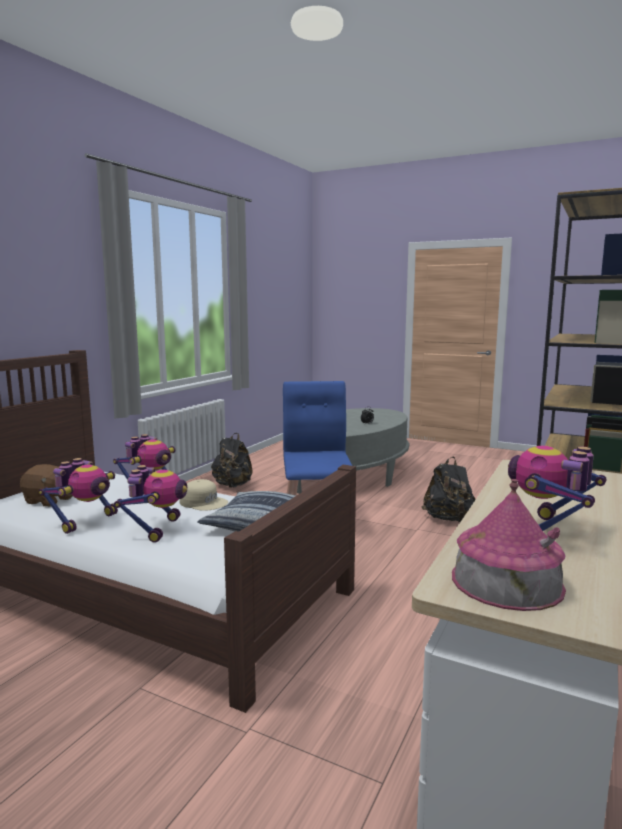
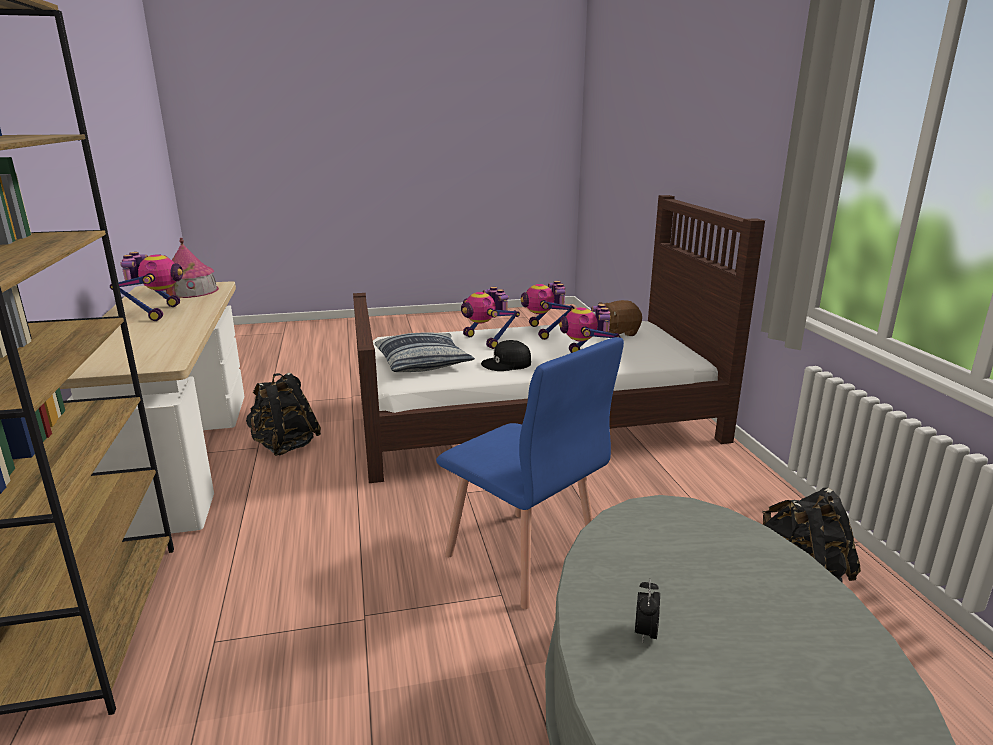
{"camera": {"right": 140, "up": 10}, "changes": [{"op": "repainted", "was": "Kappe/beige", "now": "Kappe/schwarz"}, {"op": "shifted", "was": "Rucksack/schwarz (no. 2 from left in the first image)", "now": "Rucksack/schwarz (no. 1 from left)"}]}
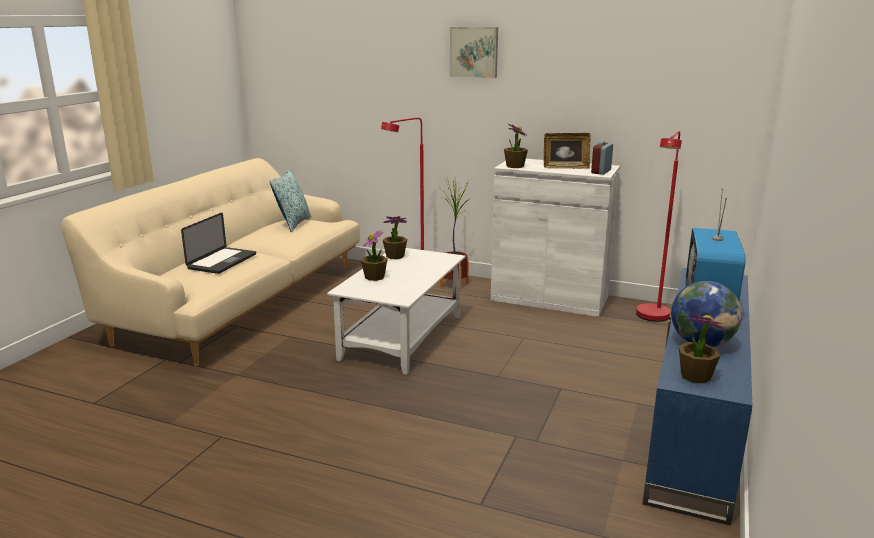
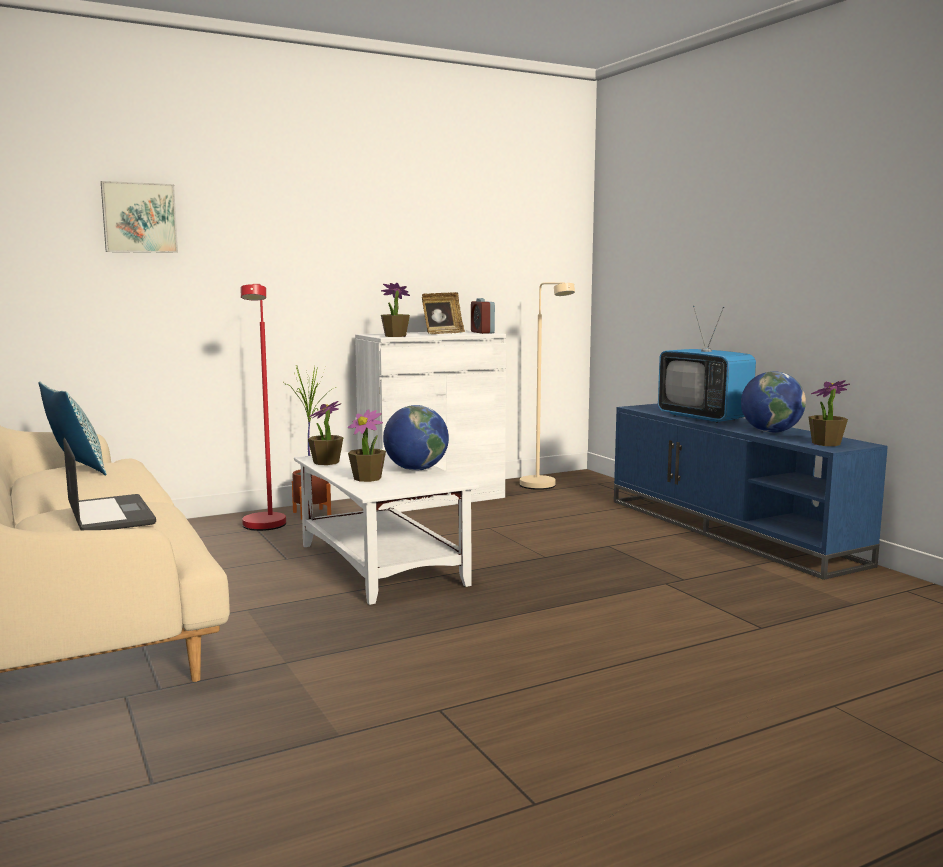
{"camera": {"right": -50, "up": -10}, "changes": [{"op": "shifted", "was": "Bild"}, {"op": "repainted", "was": "Stehlampe/rot (no. 2 from left)", "now": "Stehlampe/beige"}, {"op": "new", "now": "Globus (no. 1 from left)"}]}
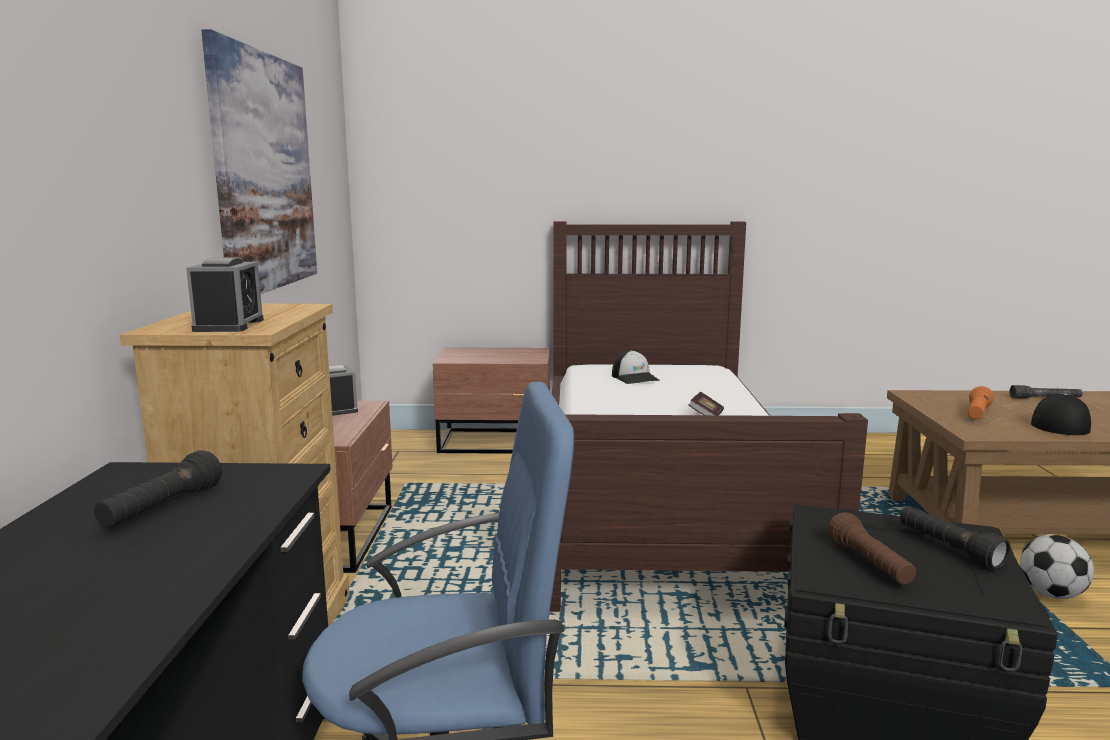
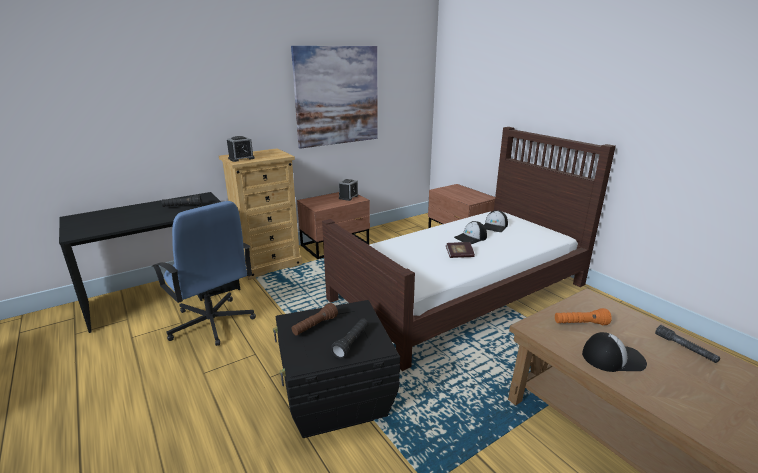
{"camera": {"right": 55, "up": 10}, "changes": [{"op": "gone", "was": "Fußball"}, {"op": "new", "now": "Kappe (no. 1 from left)"}]}
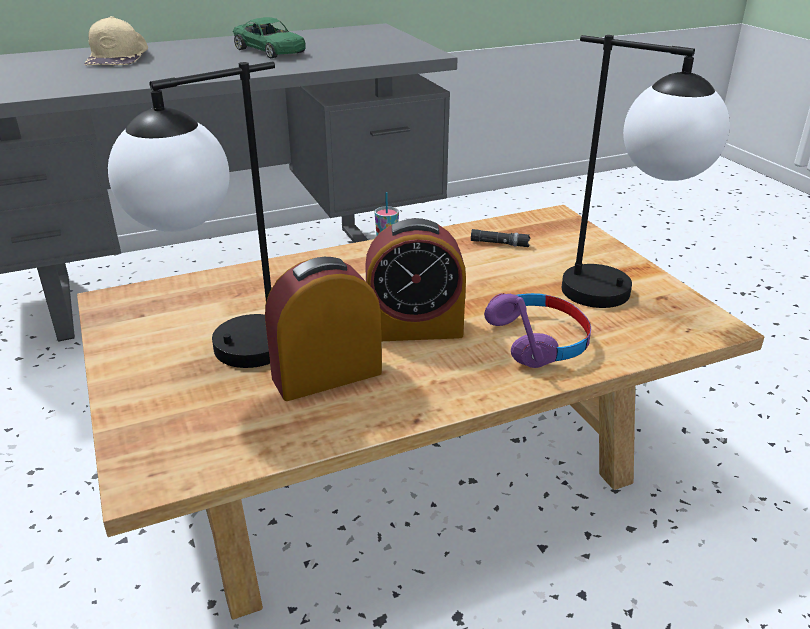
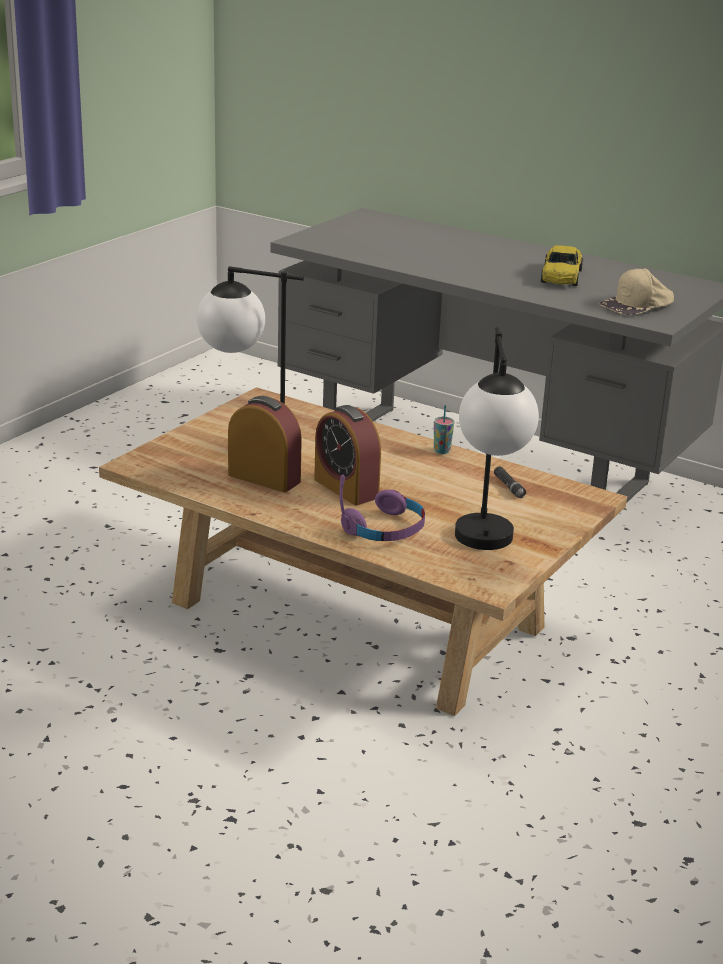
{"camera": {"right": 55, "up": -5}, "changes": [{"op": "shifted", "was": "Kappe/beige"}, {"op": "repainted", "was": "Spielzeugauto/grün", "now": "Spielzeugauto/gelb"}]}
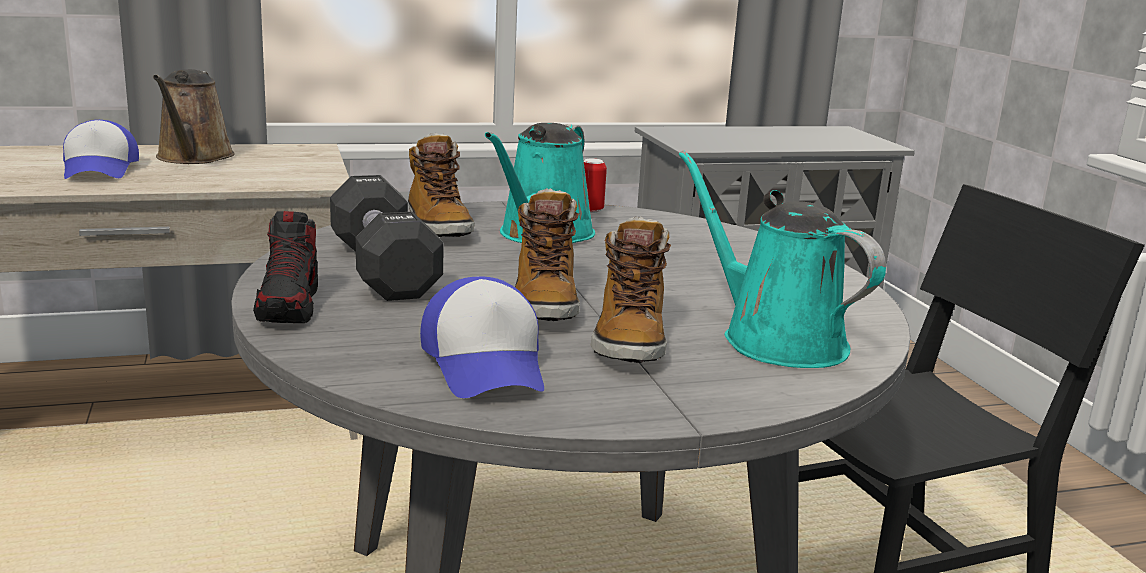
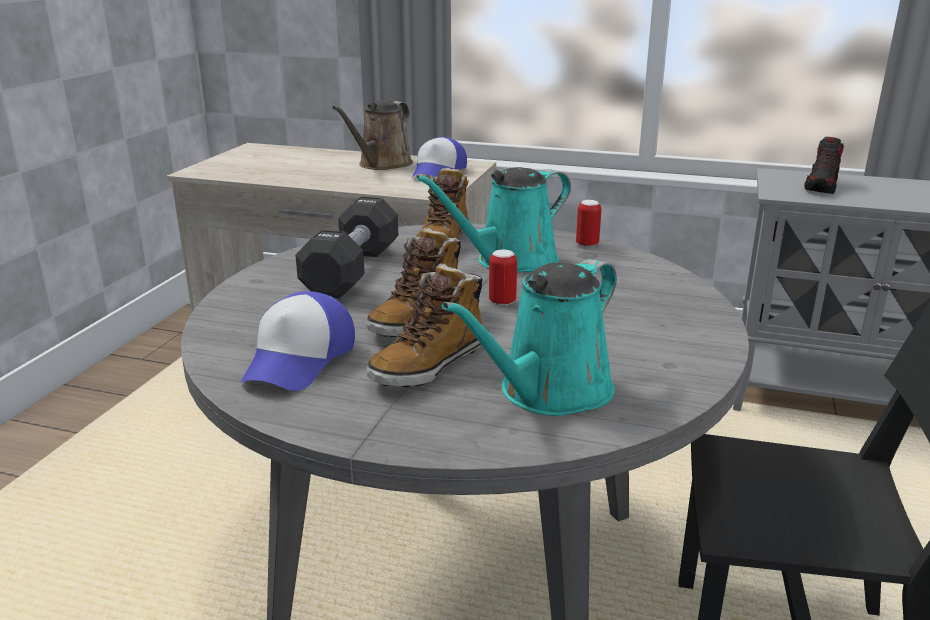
{"camera": {"right": 35, "up": 5}, "changes": [{"op": "shifted", "was": "Kappe (no. 1 from left in the first image)", "now": "Kappe (no. 2 from left)"}, {"op": "shifted", "was": "Schuh"}, {"op": "rotated", "was": "Gießkanne/türkis (no. 2 from left)", "clockwise": -135}, {"op": "new", "now": "Dose (no. 1 from left)"}]}
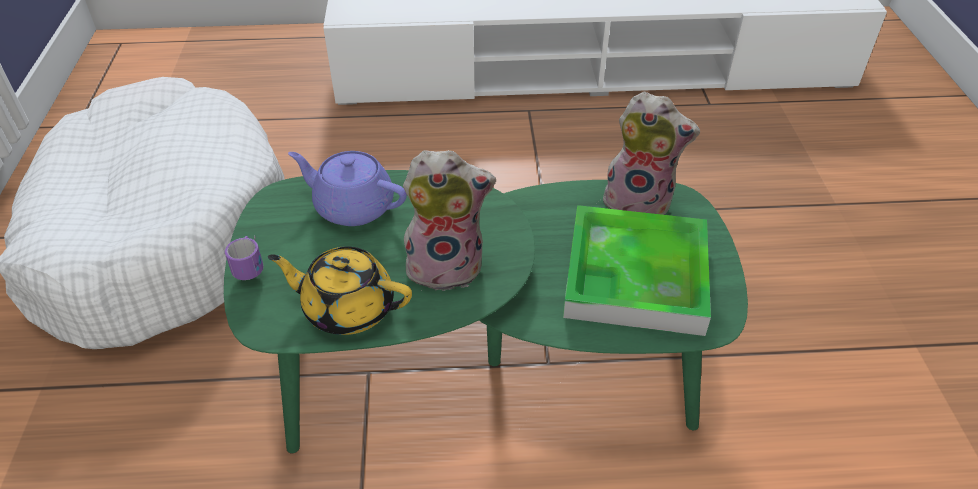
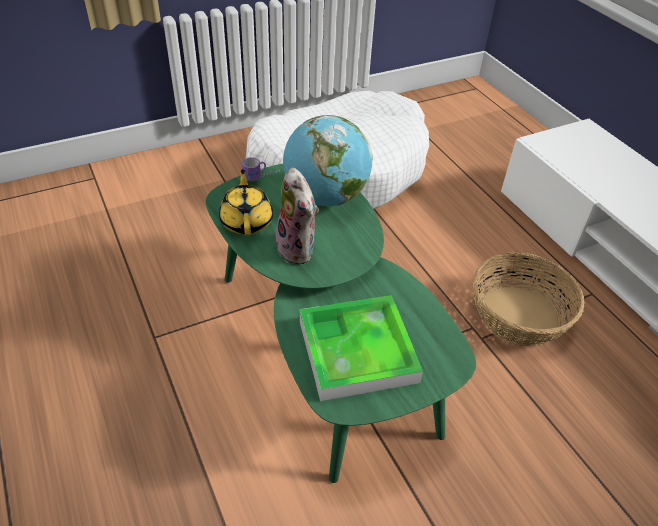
{"camera": {"right": 65, "up": 0}, "changes": [{"op": "swapped", "was": "Teekanne/lila", "now": "Globus"}, {"op": "gone", "was": "Plüschtier (no. 2 from left)"}, {"op": "new", "now": "Korb"}]}
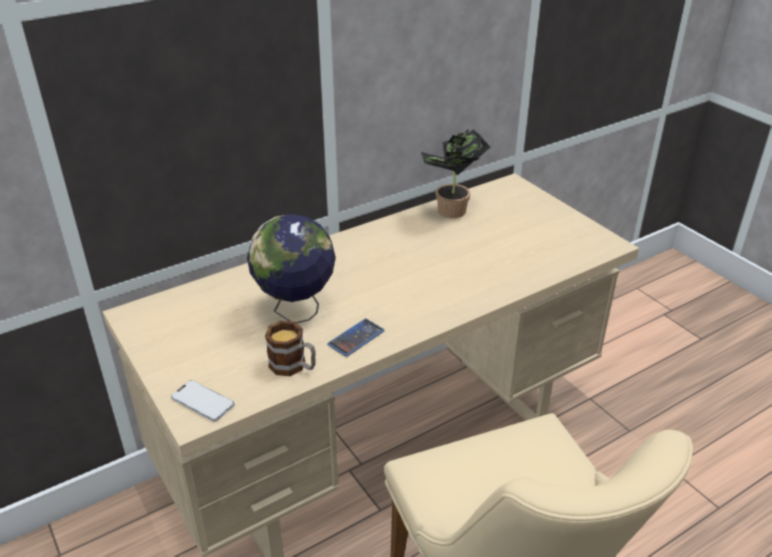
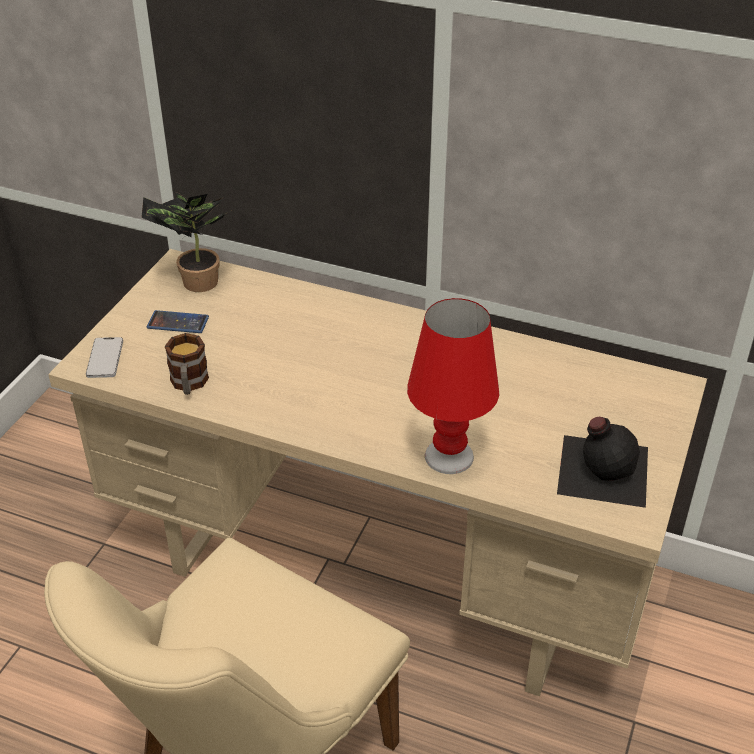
{"camera": {"right": 55, "up": 5}, "changes": [{"op": "gone", "was": "Globus"}, {"op": "shifted", "was": "Handy (no. 2 from left)"}, {"op": "shifted", "was": "Topfpflanze"}, {"op": "new", "now": "Tischlampe/rot"}, {"op": "new", "now": "Flasche/schwarz"}]}
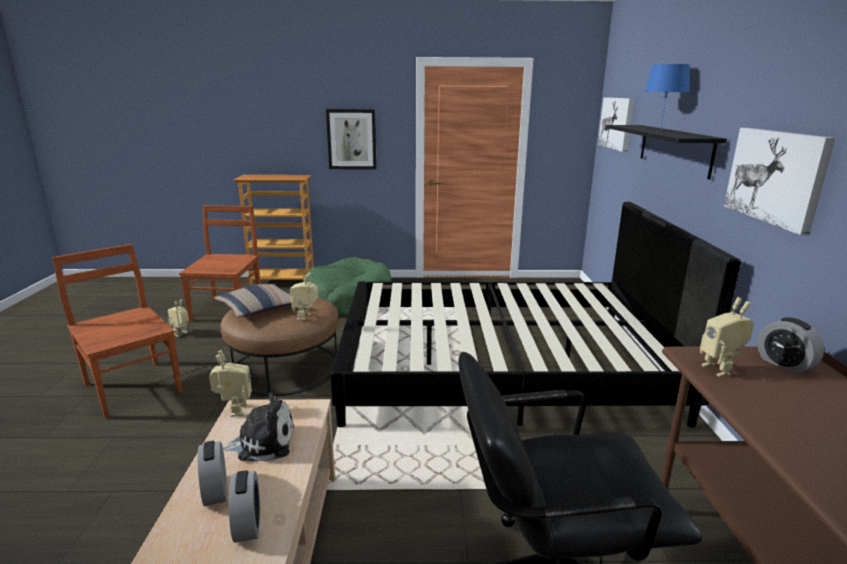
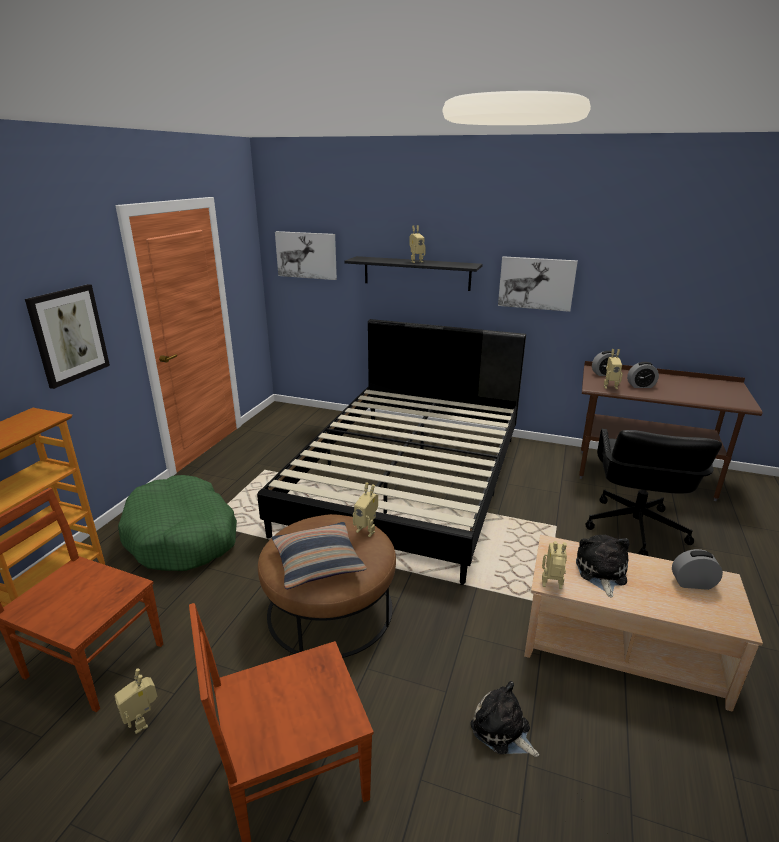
{"camera": {"right": -70, "up": 5}, "changes": [{"op": "shifted", "was": "Wecker (no. 1 from left in the first image)", "now": "Wecker (no. 2 from left)"}, {"op": "swapped", "was": "Tischlampe/blau", "now": "Spielzeugroboter (no. 3 from left)"}, {"op": "new", "now": "Plüschtier (no. 1 from left)"}]}
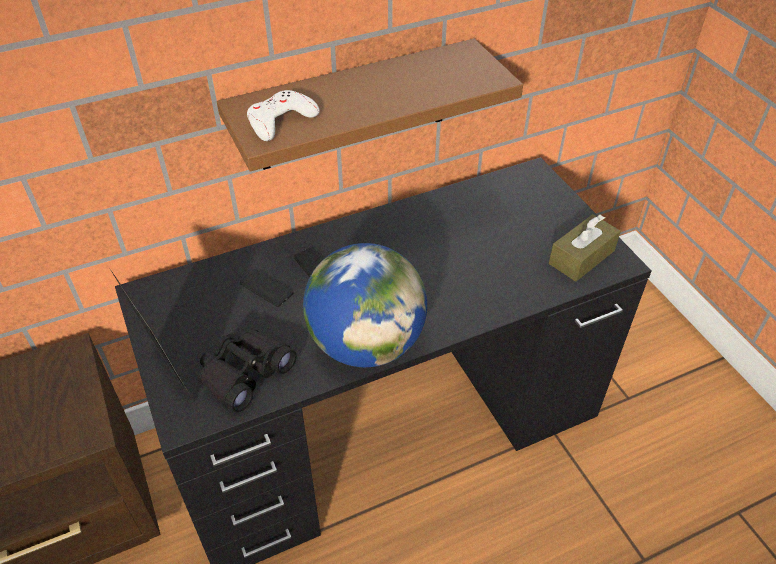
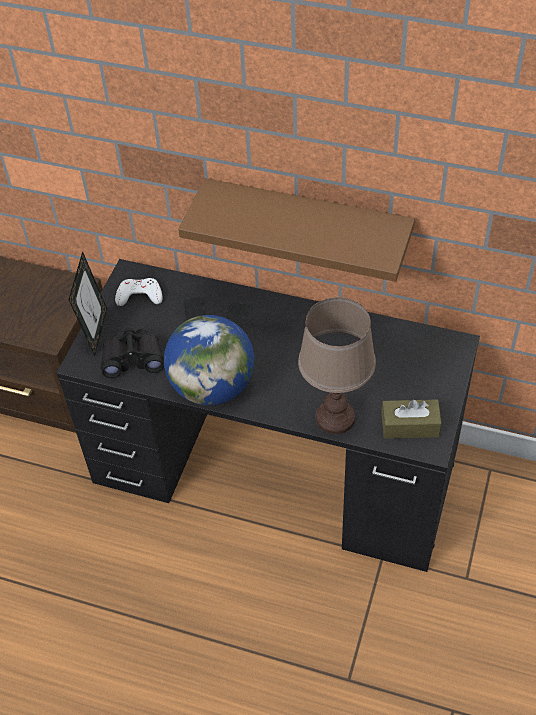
{"camera": {"right": 45, "up": 5}, "changes": [{"op": "shifted", "was": "Gamepad/weiß"}, {"op": "new", "now": "Tischlampe/braun"}]}
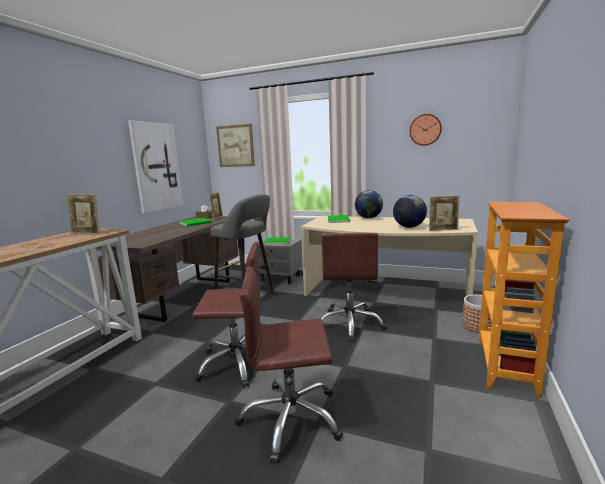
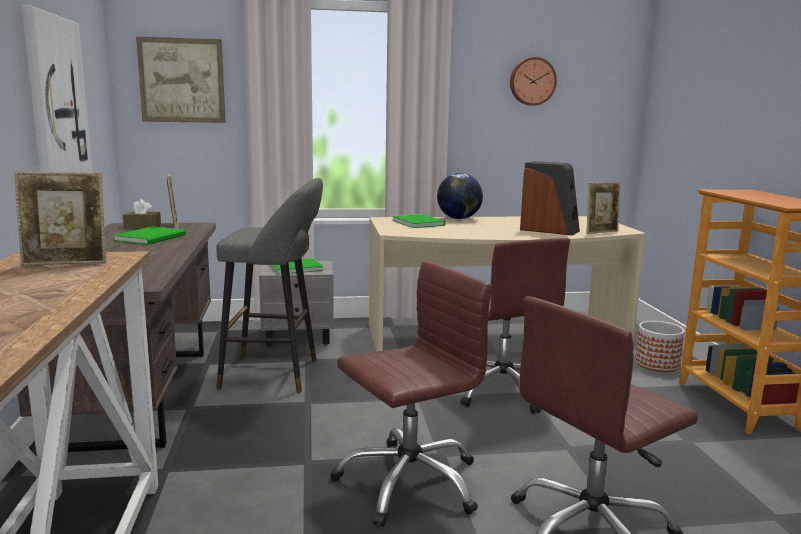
{"camera": {"right": -30, "up": 0}, "changes": [{"op": "swapped", "was": "Globus (no. 2 from left)", "now": "Lautsprecher"}]}
